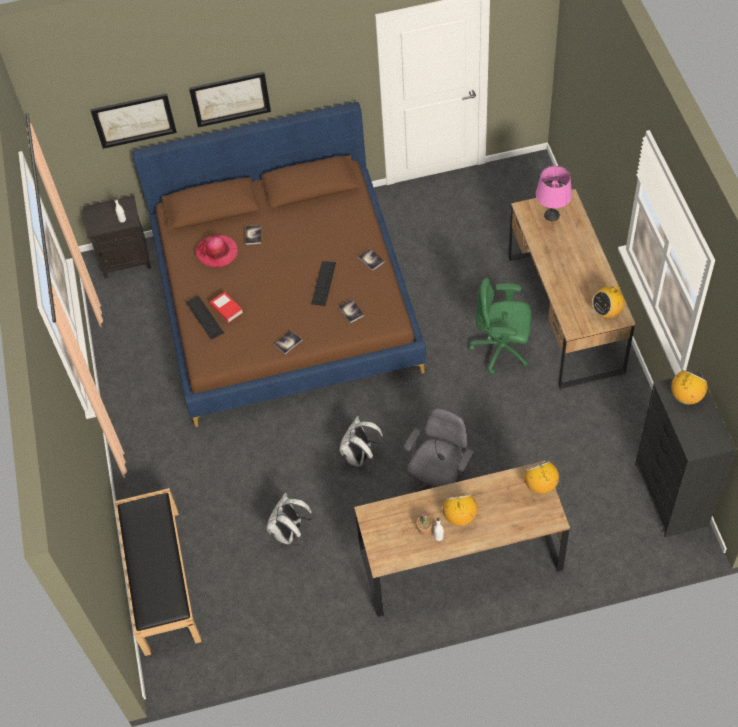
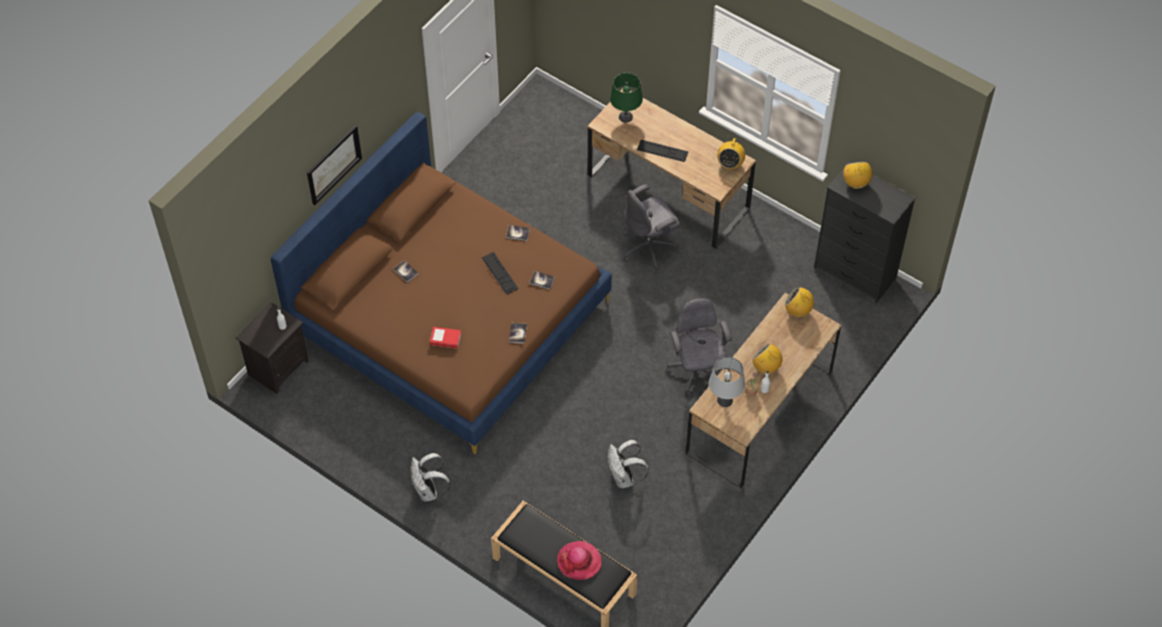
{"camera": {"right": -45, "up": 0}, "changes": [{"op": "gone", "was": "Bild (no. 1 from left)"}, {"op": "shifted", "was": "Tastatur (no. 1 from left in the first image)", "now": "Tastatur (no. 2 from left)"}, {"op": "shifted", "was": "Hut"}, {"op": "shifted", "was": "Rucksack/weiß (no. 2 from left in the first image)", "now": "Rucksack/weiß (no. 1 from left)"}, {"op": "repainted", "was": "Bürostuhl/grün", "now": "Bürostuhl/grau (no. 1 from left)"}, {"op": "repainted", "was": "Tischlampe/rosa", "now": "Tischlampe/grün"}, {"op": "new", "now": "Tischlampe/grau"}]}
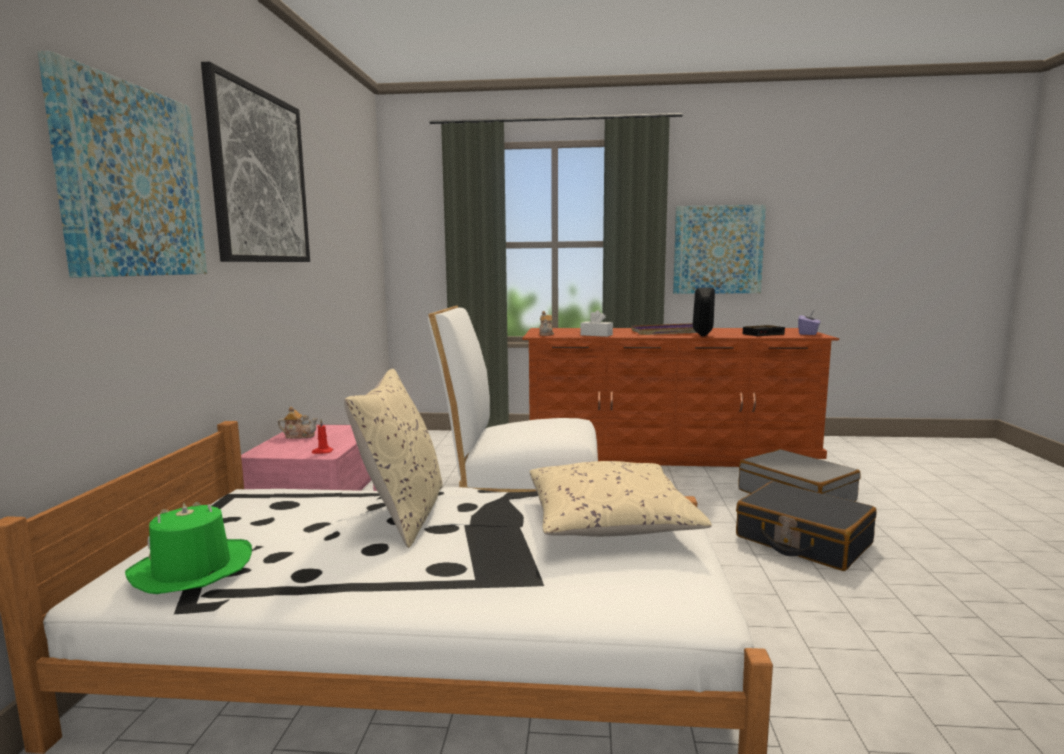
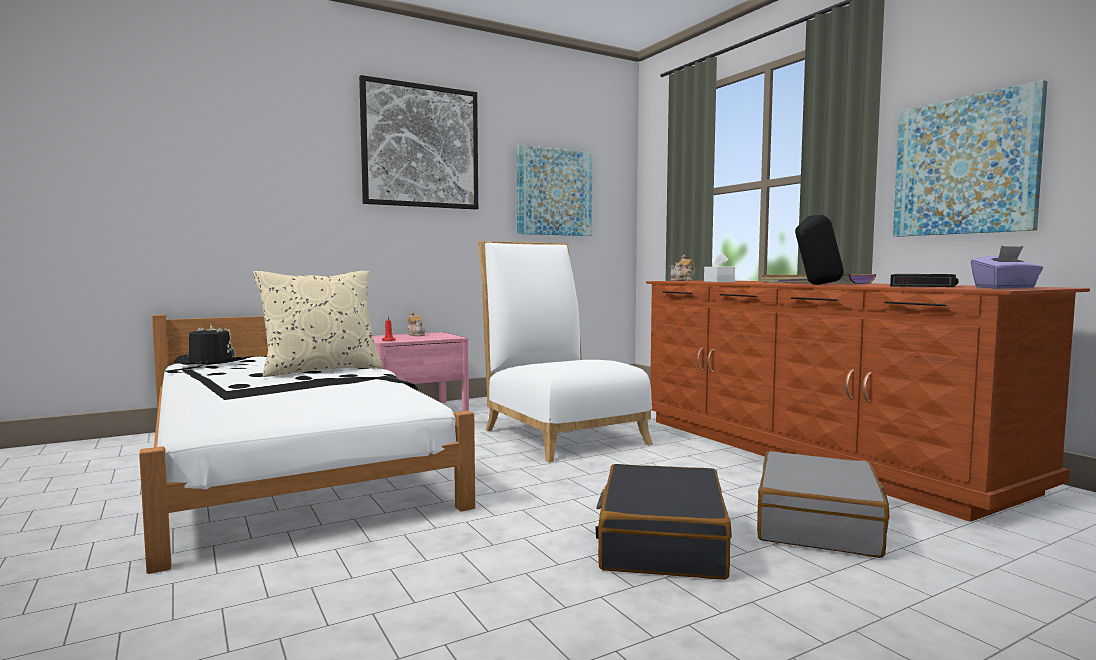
{"camera": {"right": 55, "up": -5}, "changes": [{"op": "shifted", "was": "Bild (no. 1 from left in the first image)", "now": "Bild (no. 2 from left)"}, {"op": "repainted", "was": "Hut/grün", "now": "Hut/schwarz"}, {"op": "gone", "was": "Kissen/beige (no. 2 from left)"}]}
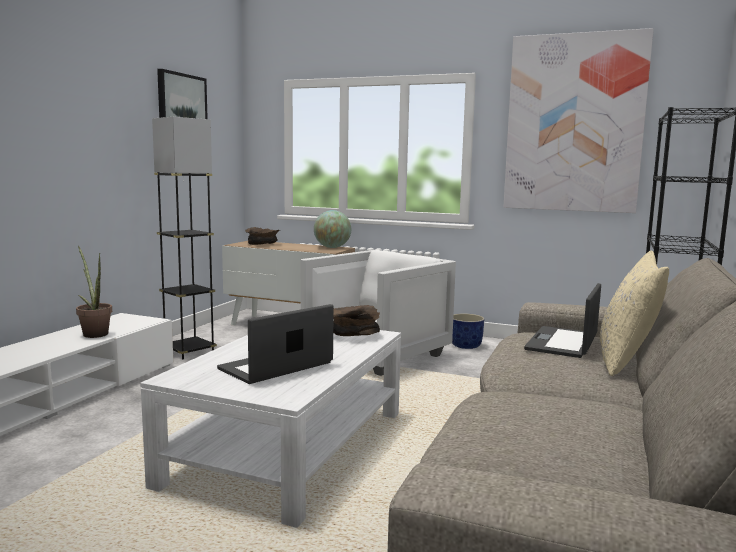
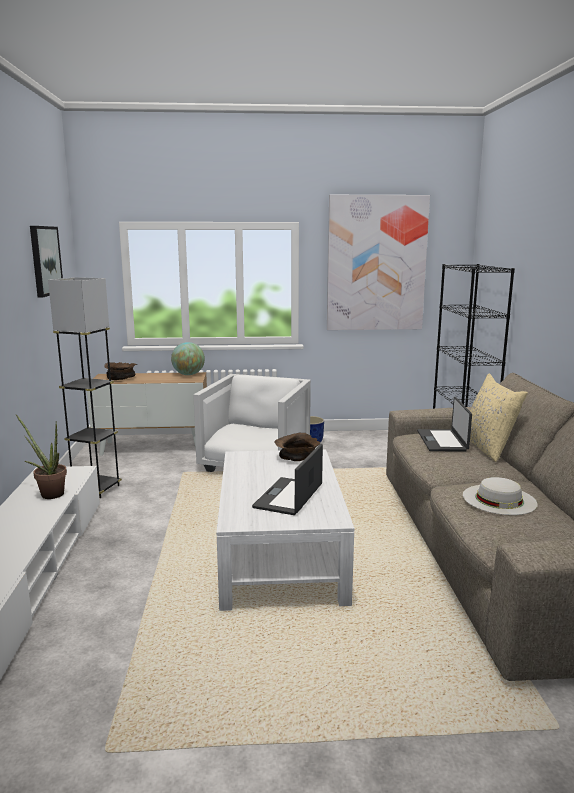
{"camera": {"right": -25, "up": 5}, "changes": [{"op": "new", "now": "Hut/weiß"}]}
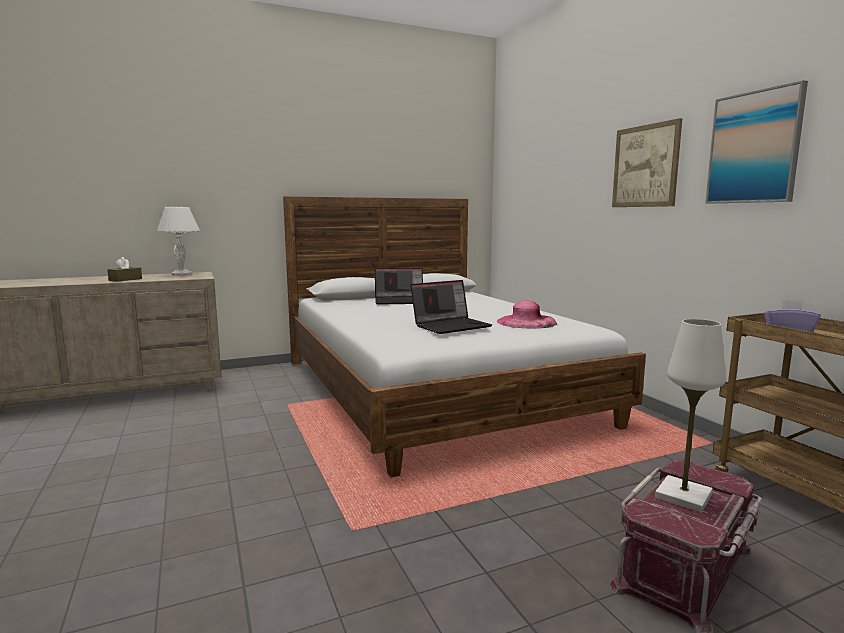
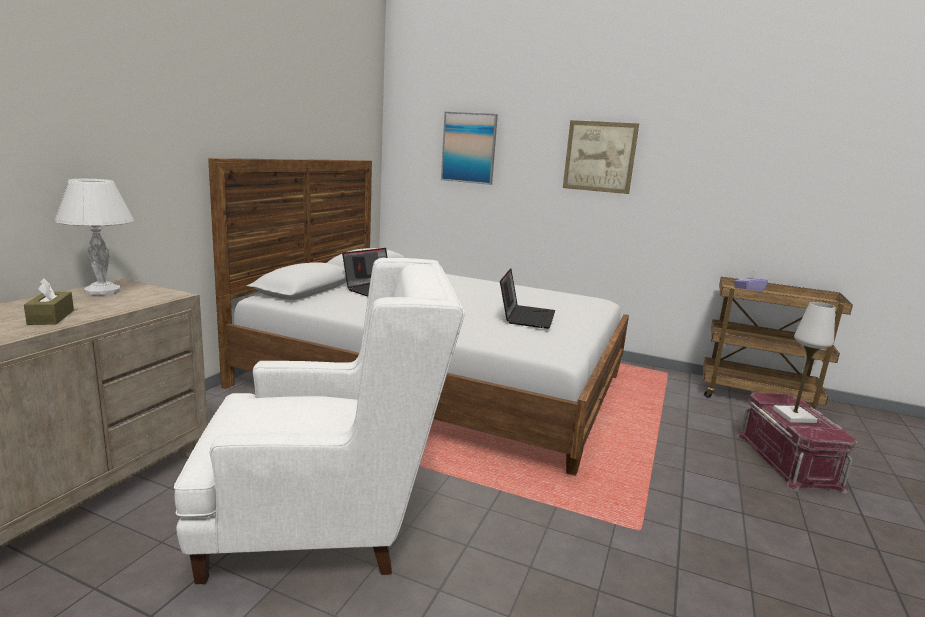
{"camera": {"right": -45, "up": 5}, "changes": [{"op": "gone", "was": "Hut/rosa"}, {"op": "shifted", "was": "Bild (no. 2 from left in the first image)", "now": "Bild (no. 1 from left)"}, {"op": "new", "now": "Sessel/weiß"}]}
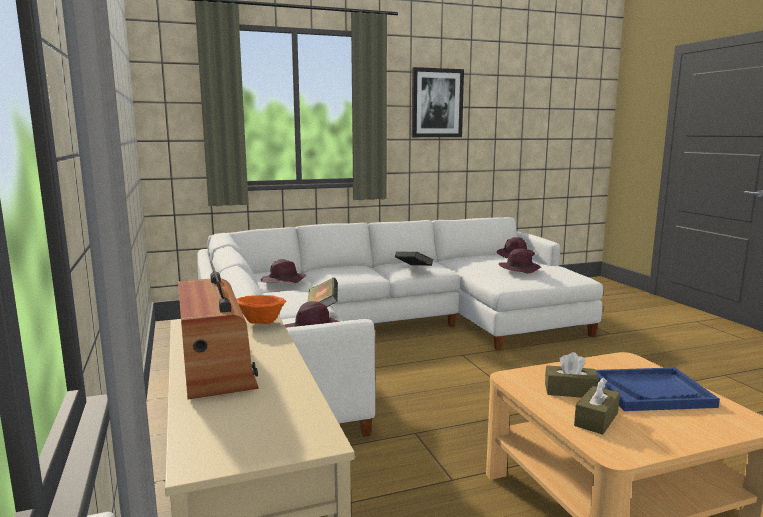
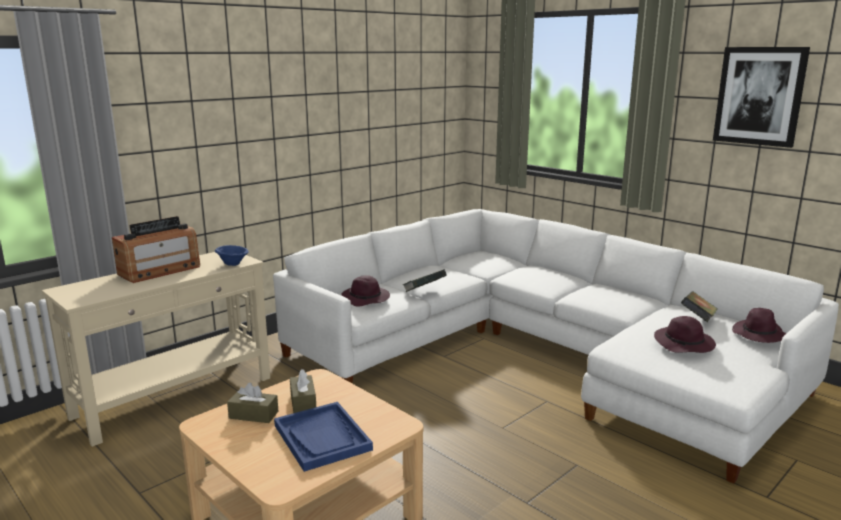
{"camera": {"right": 65, "up": 5}, "changes": [{"op": "repainted", "was": "Schüssel/orange", "now": "Schüssel/blau"}, {"op": "gone", "was": "Hut/lila (no. 1 from left)"}, {"op": "shifted", "was": "Buch (no. 2 from left)"}]}
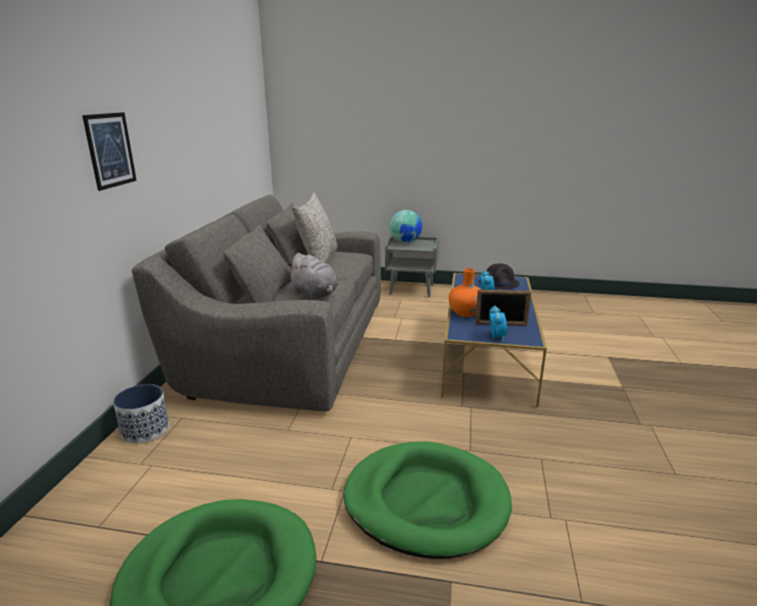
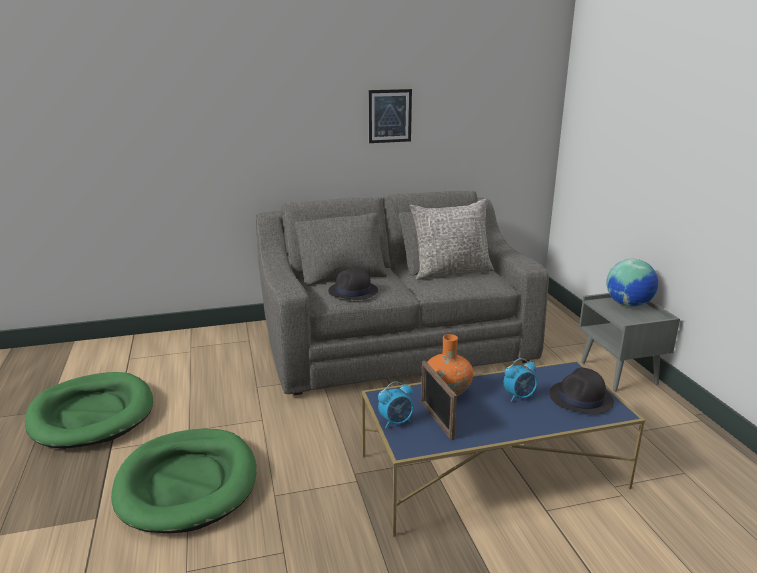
{"camera": {"right": 65, "up": 0}, "changes": [{"op": "shifted", "was": "Bild"}, {"op": "gone", "was": "Pflanzkübel"}, {"op": "swapped", "was": "Plüschtier/grau", "now": "Hut/schwarz (no. 1 from left)"}]}
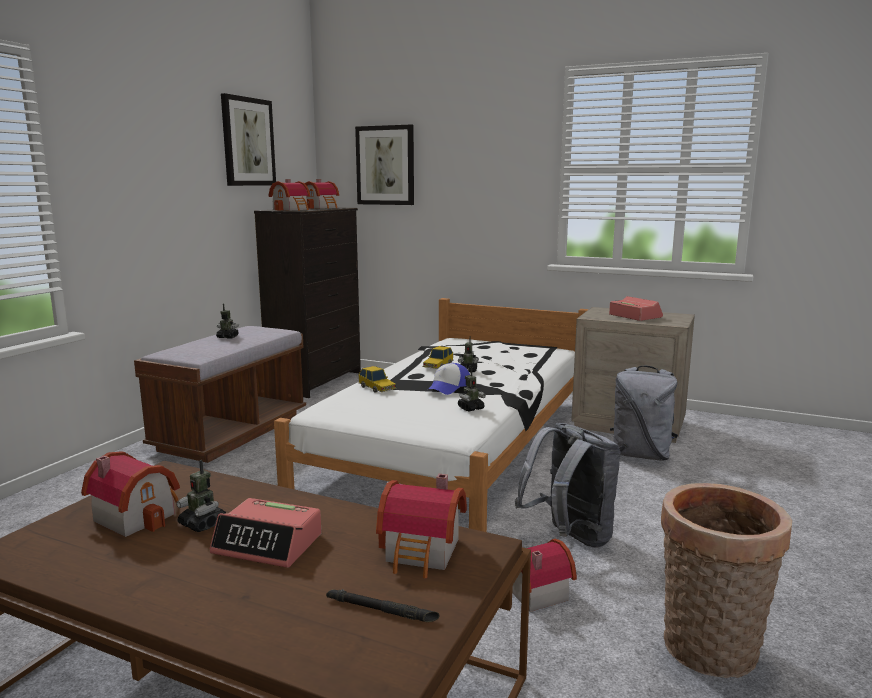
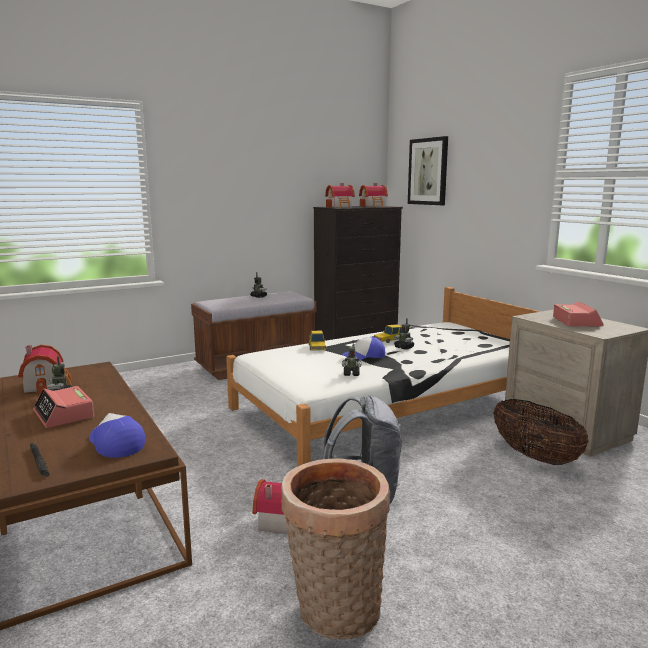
{"camera": {"right": 35, "up": 0}, "changes": [{"op": "gone", "was": "Bild (no. 1 from left)"}, {"op": "swapped", "was": "Spielzeughaus (no. 4 from left)", "now": "Kappe (no. 1 from left)"}, {"op": "swapped", "was": "Rucksack/grau (no. 2 from left)", "now": "Korb (no. 2 from left)"}]}
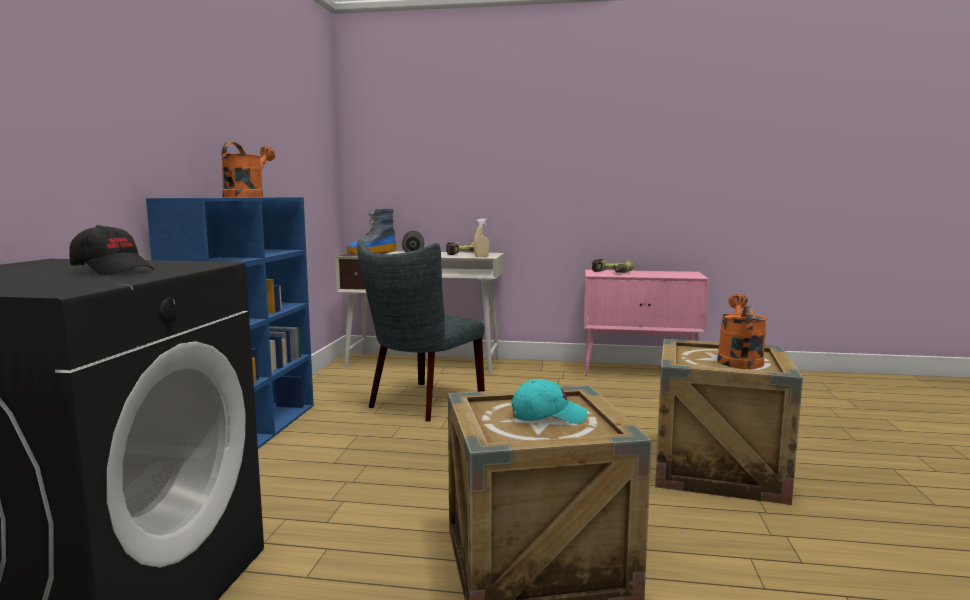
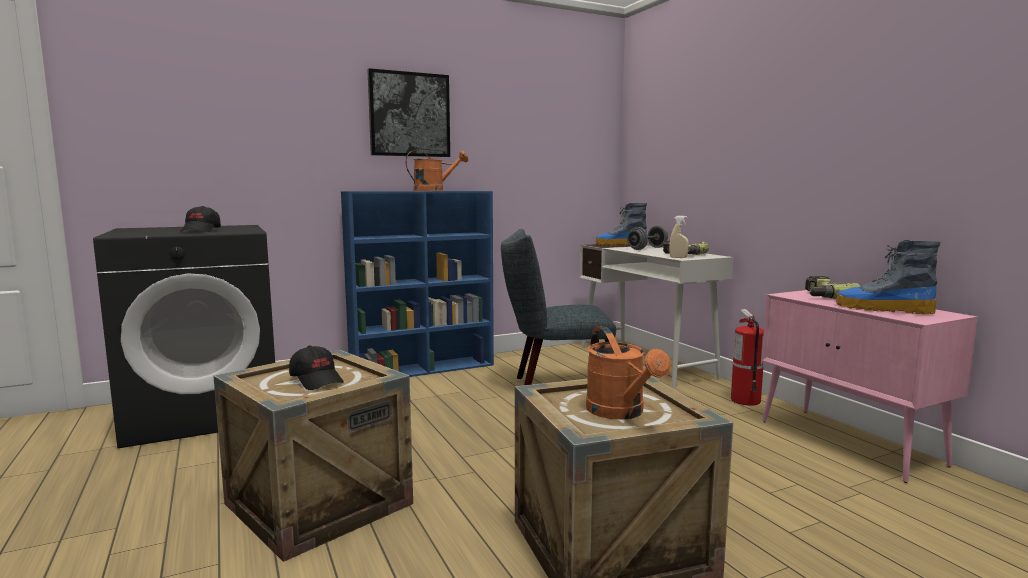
{"camera": {"right": 55, "up": 0}, "changes": [{"op": "repainted", "was": "Kappe/türkis", "now": "Kappe/schwarz (no. 2 from left)"}, {"op": "rotated", "was": "Gießkanne/orange (no. 2 from left)", "clockwise": 90}, {"op": "new", "now": "Bild"}, {"op": "new", "now": "Feuerlöscher"}, {"op": "new", "now": "Stiefel (no. 2 from left)"}]}
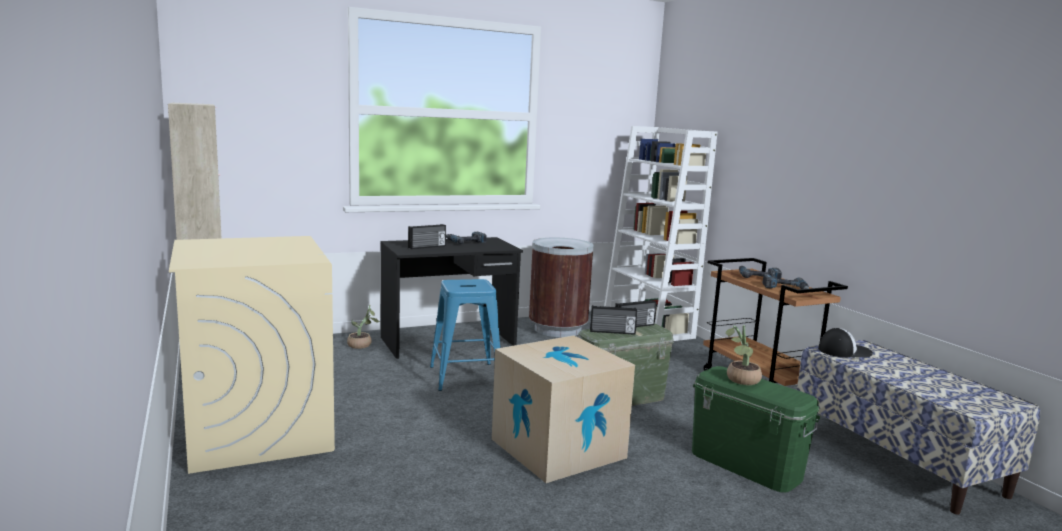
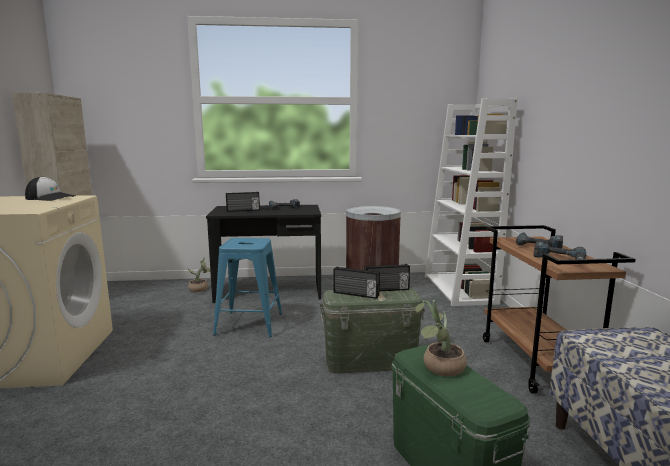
{"camera": {"right": 20, "up": 0}, "changes": [{"op": "gone", "was": "Karton"}, {"op": "shifted", "was": "Kappe"}]}
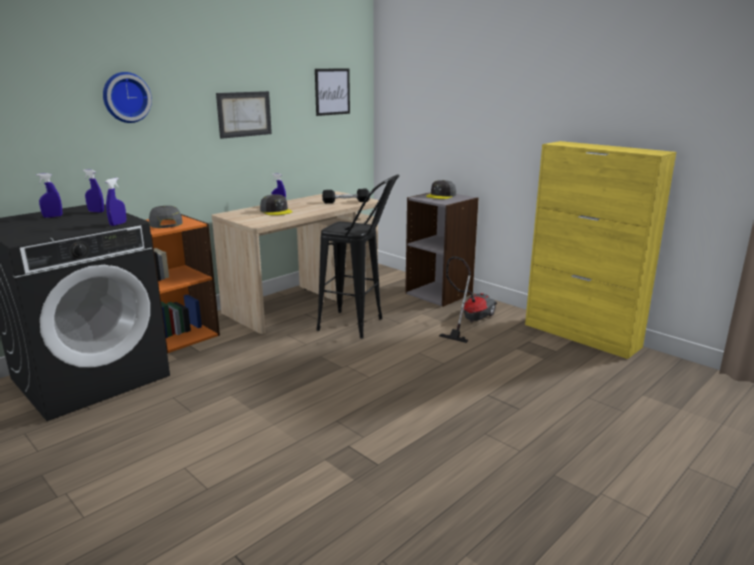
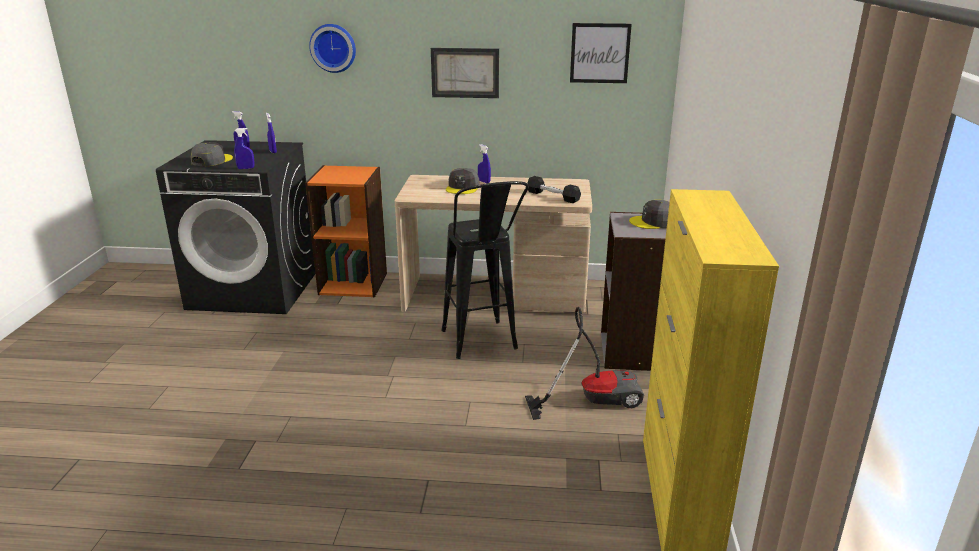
{"camera": {"right": 50, "up": 5}, "changes": [{"op": "shifted", "was": "Kappe/grau (no. 1 from left)"}]}
